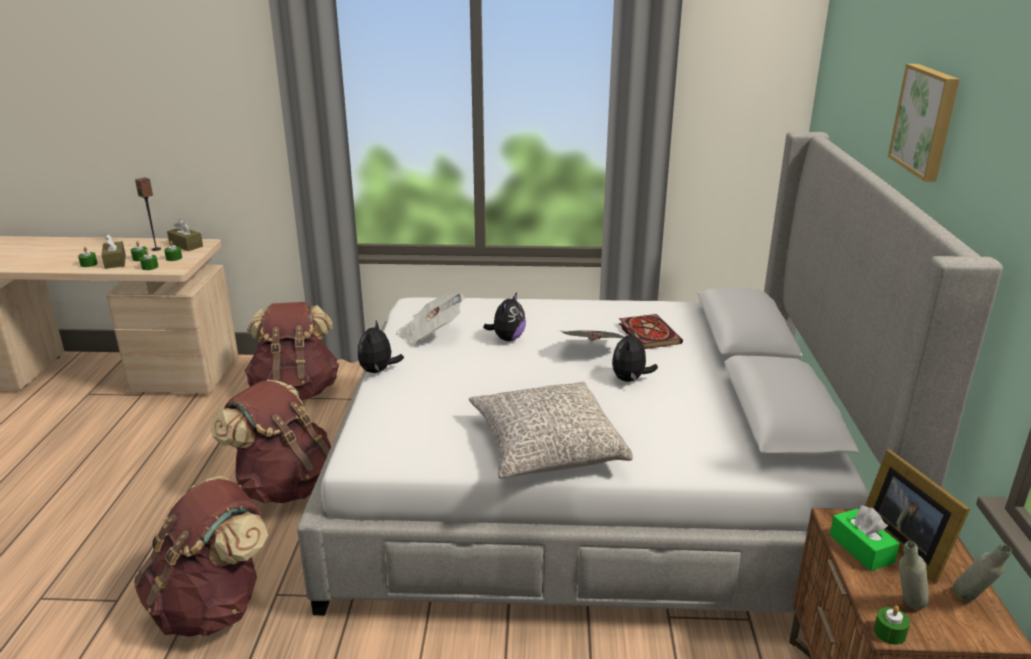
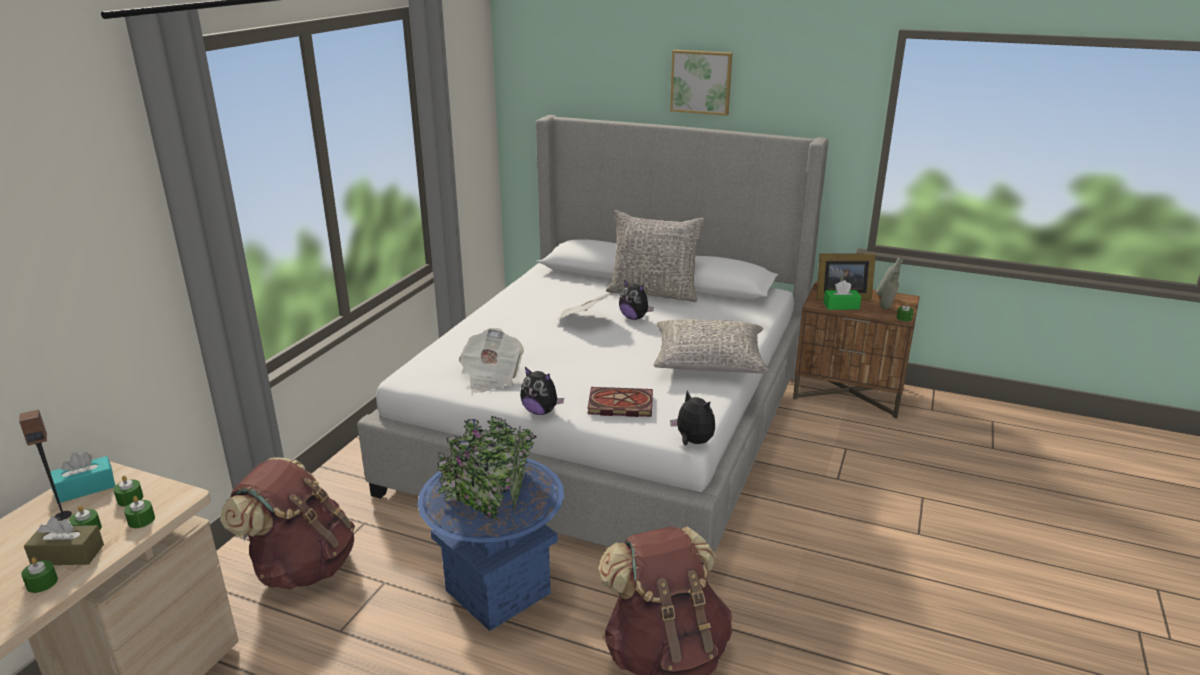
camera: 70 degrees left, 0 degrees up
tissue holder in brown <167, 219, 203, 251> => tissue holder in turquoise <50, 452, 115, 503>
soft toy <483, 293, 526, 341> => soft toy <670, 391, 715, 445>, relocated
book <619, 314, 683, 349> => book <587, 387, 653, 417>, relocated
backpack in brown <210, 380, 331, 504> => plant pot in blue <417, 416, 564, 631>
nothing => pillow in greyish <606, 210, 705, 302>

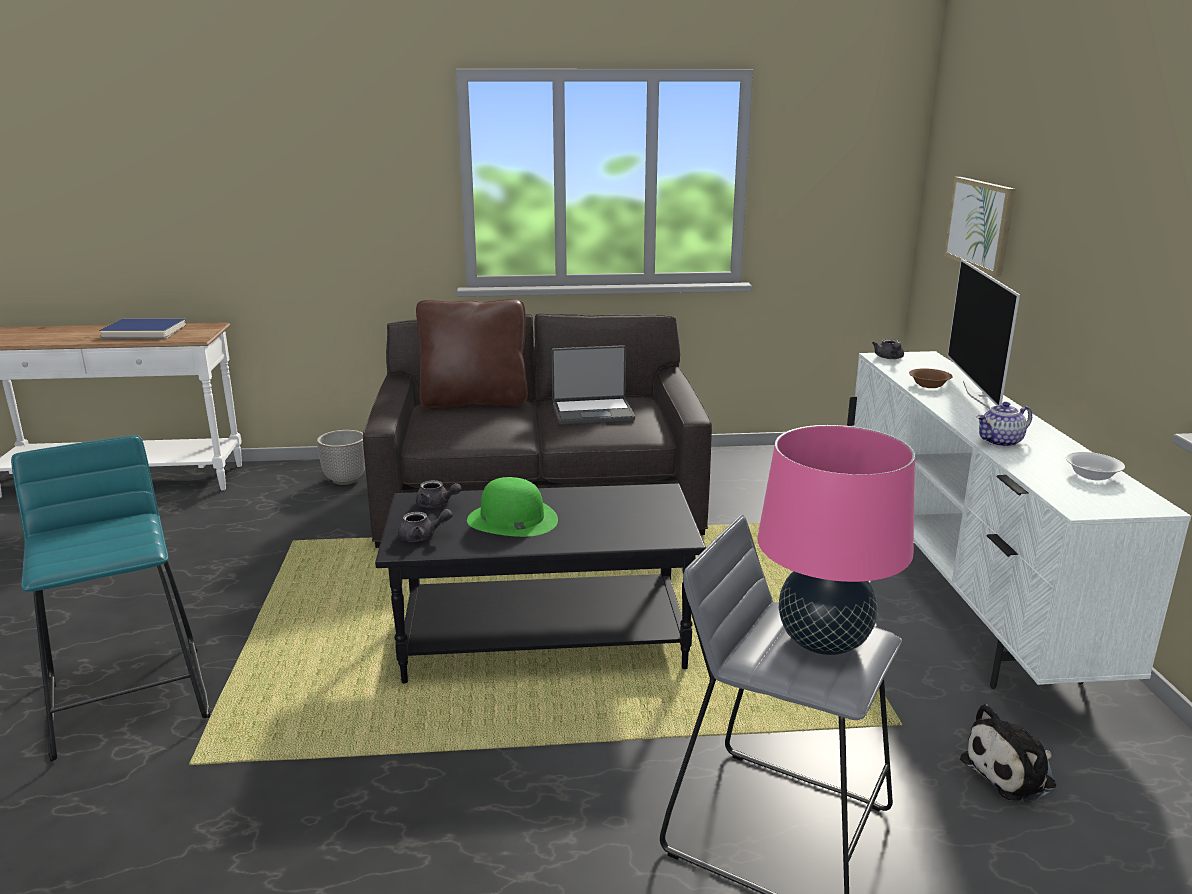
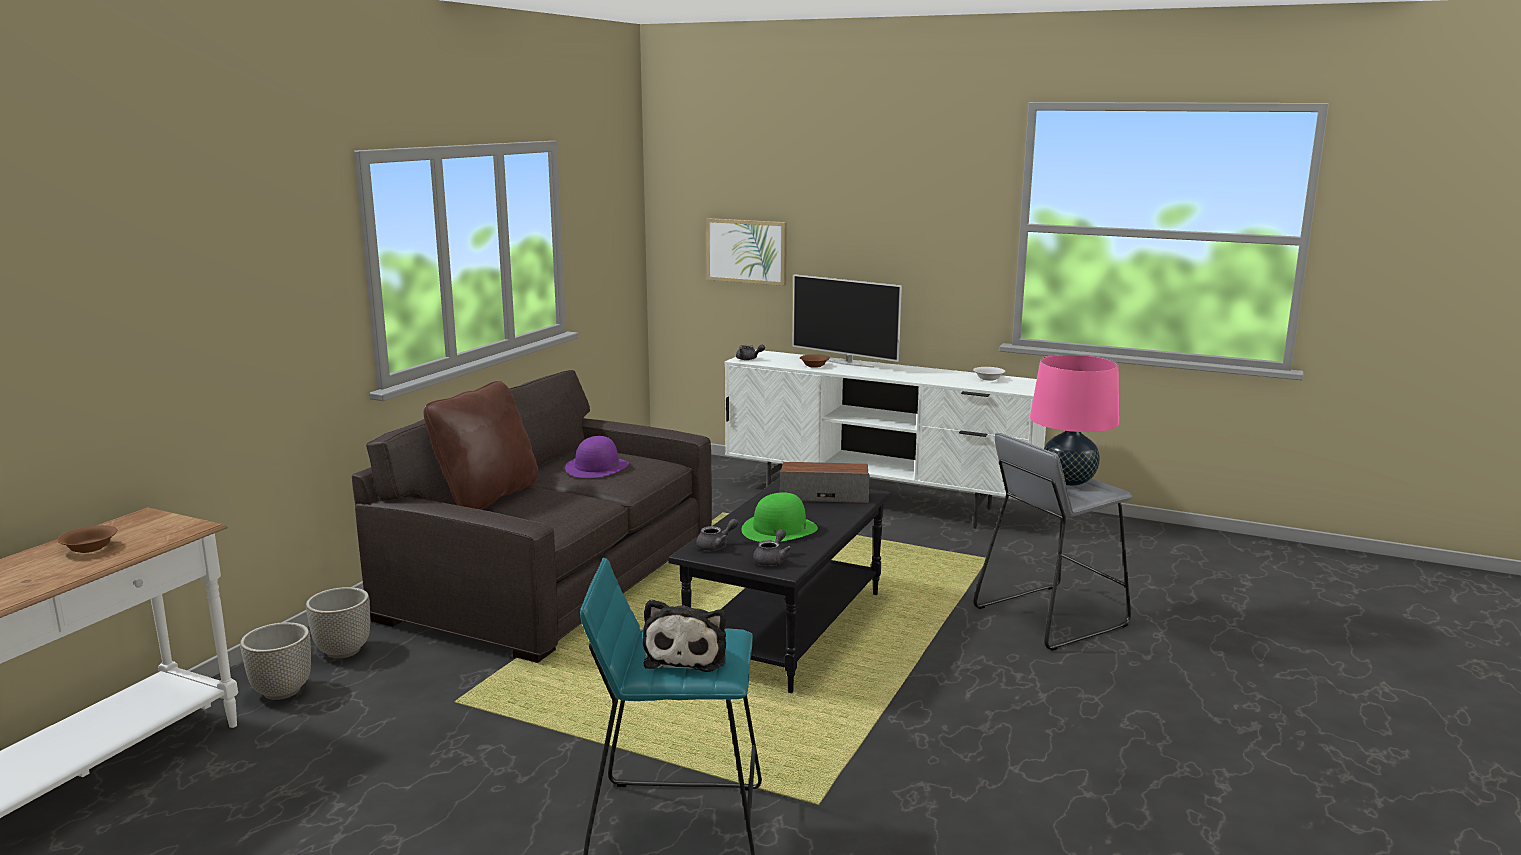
camera: 60 degrees left, 5 degrees down
book in blue <99, 318, 186, 339> => bowl in brown <57, 525, 117, 553>
laptop <552, 345, 635, 424> => hat in purplish <565, 436, 629, 478>
tea pot <977, 402, 1032, 447> => nothing
soft toy <960, 704, 1056, 803> => soft toy <643, 599, 726, 672>, relocated
nothing => audio speaker <780, 462, 869, 503>
nothing => plant pot <240, 622, 311, 700>

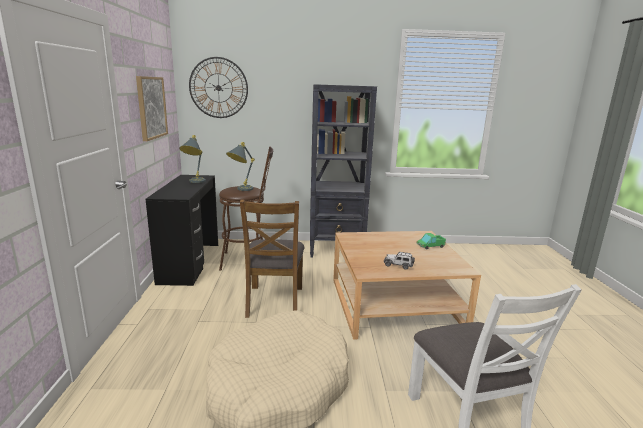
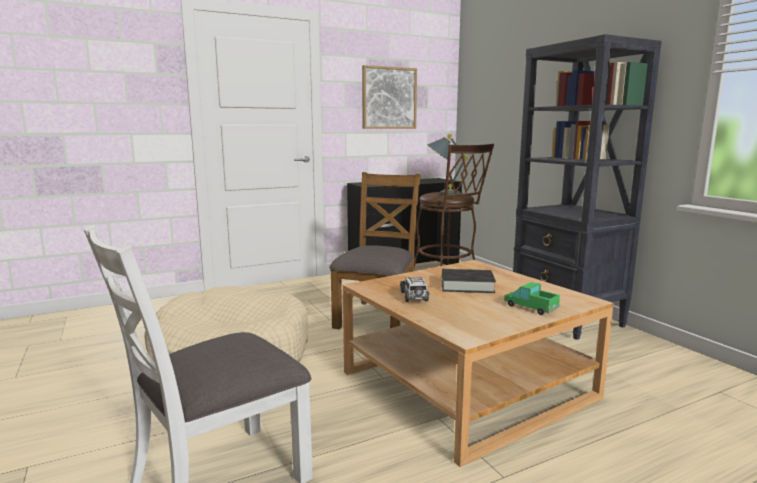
camera: 65 degrees right, 5 degrees down
hanging clock <189, 57, 248, 118> => nothing
lamp for a table in greyish <179, 135, 206, 183> => nothing
upright chair in brown <240, 200, 305, 318> => upright chair in brown <329, 172, 420, 329>, 135 degrees clockwise
nothing => book in blackish <442, 269, 496, 293>

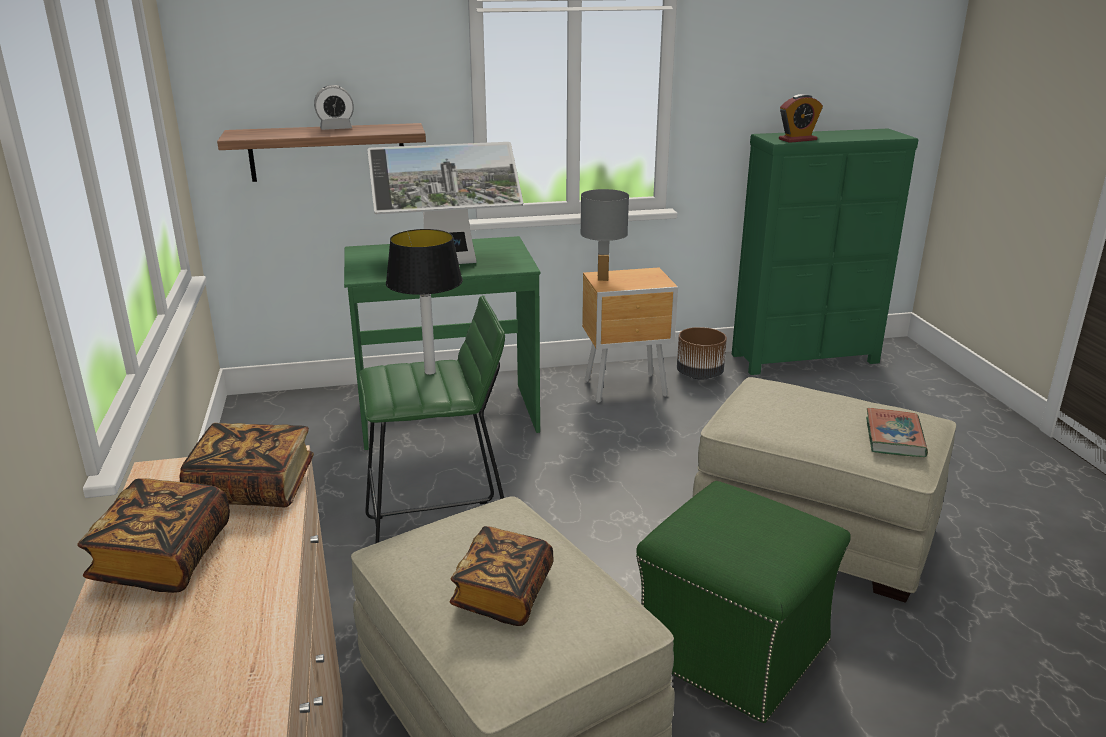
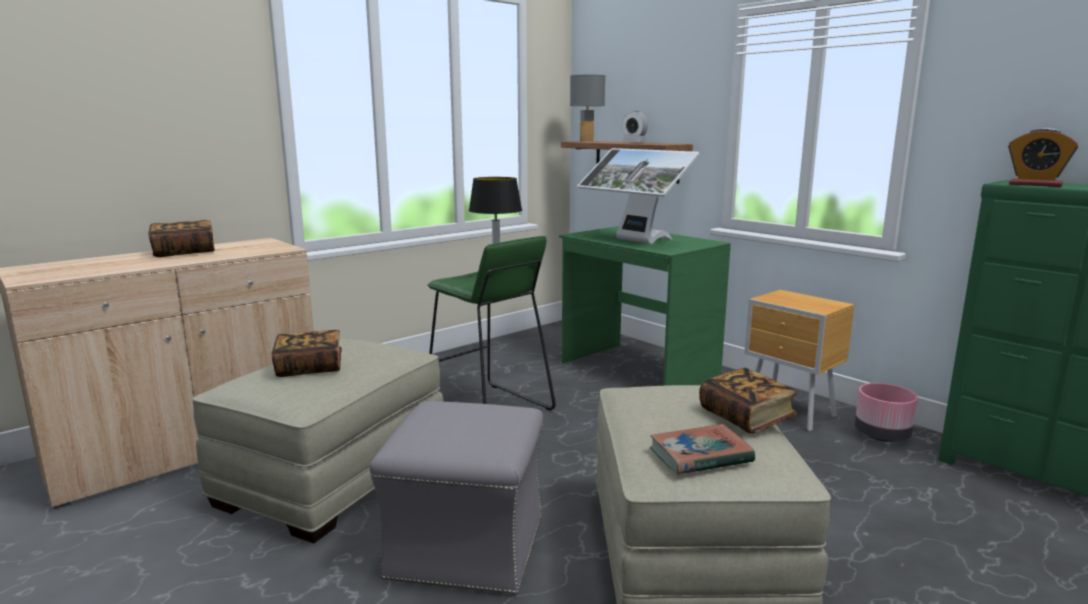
camera: 60 degrees right, 10 degrees down
lamp for a table in greyish <580, 189, 629, 281> => lamp for a table in greyish <570, 74, 605, 142>, relocated
plant pot in brown <677, 327, 727, 380> => plant pot in pinkish <854, 383, 918, 442>
book <179, 423, 314, 508> => book <699, 368, 797, 434>, relocated
ottoman in green <636, 481, 851, 723> => ottoman in greyish <369, 401, 543, 594>

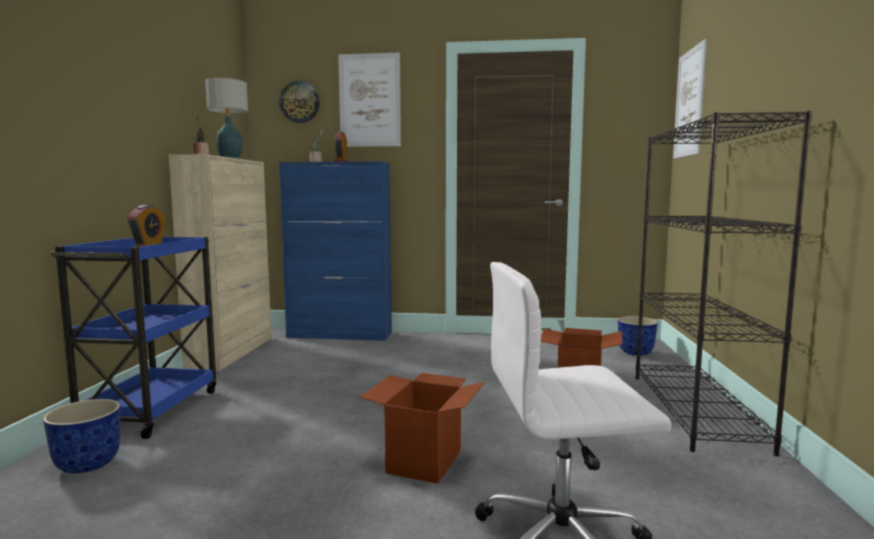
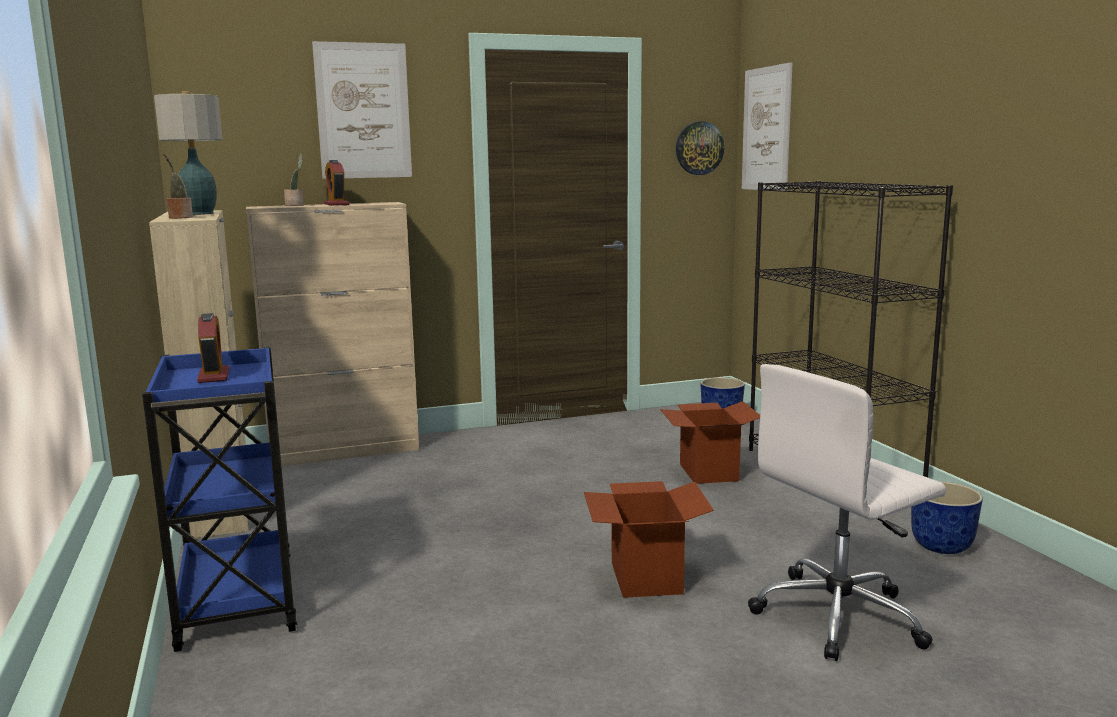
camera: 25 degrees left, 5 degrees up
hanging clock <279, 81, 320, 123> => hanging clock <676, 122, 724, 175>, relocated
cabinet in blue <279, 162, 392, 341> => cabinet in sand-coloured <246, 202, 419, 466>
plant pot <43, 399, 120, 474> => plant pot <911, 481, 983, 554>, relocated

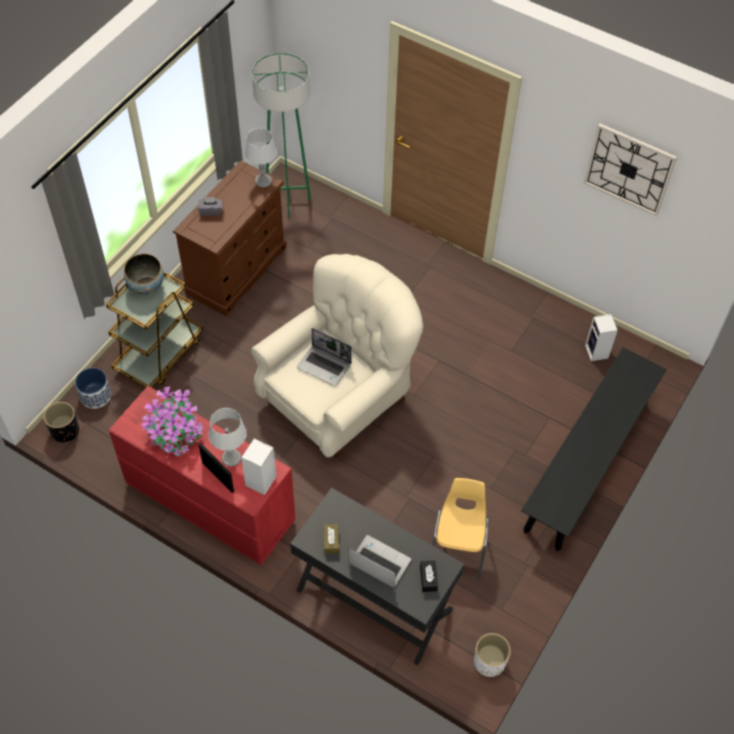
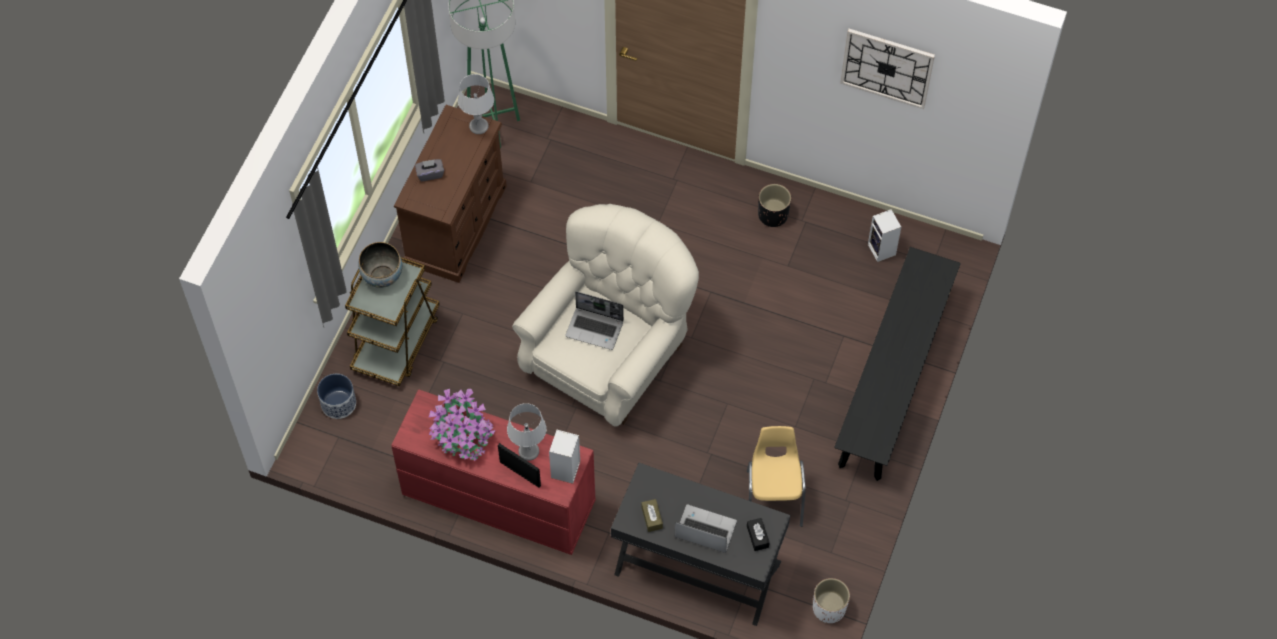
camera: 10 degrees left, 5 degrees up
plant pot in blackish <43, 402, 79, 443> => plant pot in blackish <758, 184, 791, 227>, relocated

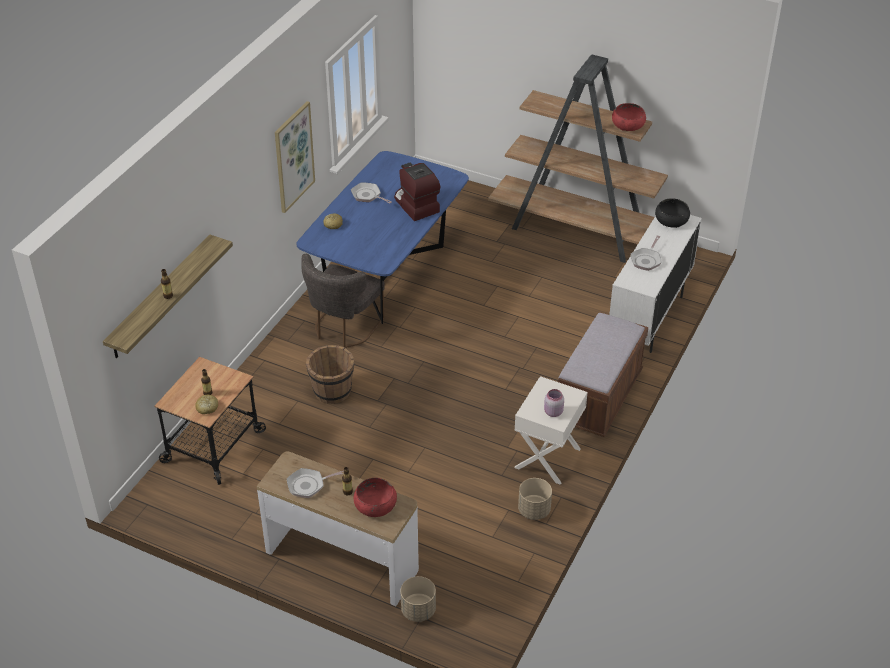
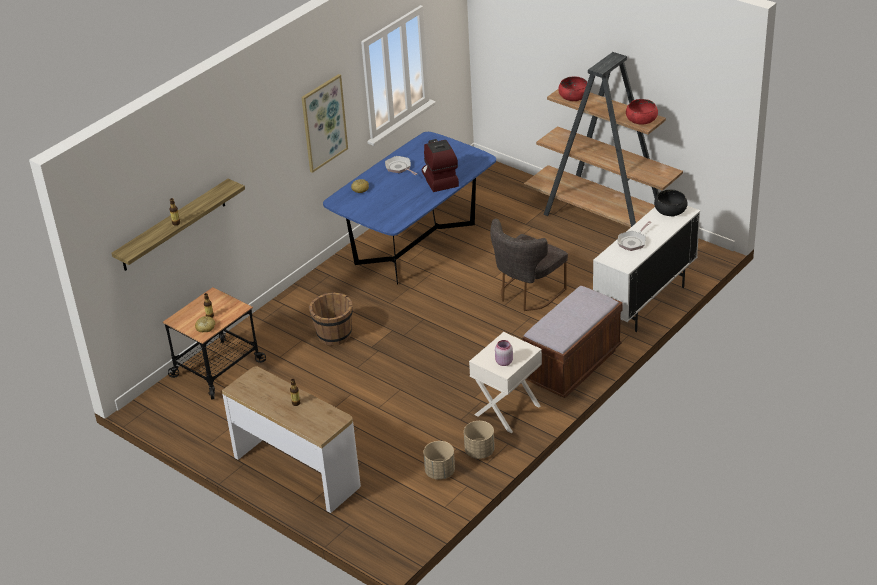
camera: 15 degrees right, 5 degrees down
upright chair in greyish <301, 254, 385, 348> => upright chair in greyish <490, 219, 568, 311>, relocated
skillet <287, 468, 344, 498> => nothing
bowl in red-coloured <353, 478, 397, 517> => bowl in red-coloured <558, 77, 587, 101>, relocated
plant pot in sand-coloured <400, 576, 436, 622> => plant pot in sand-coloured <423, 441, 455, 480>, relocated

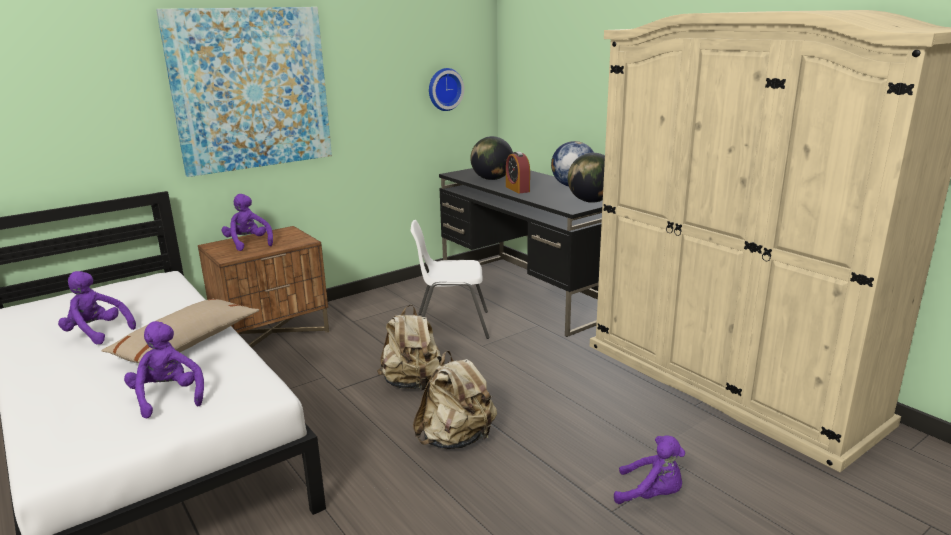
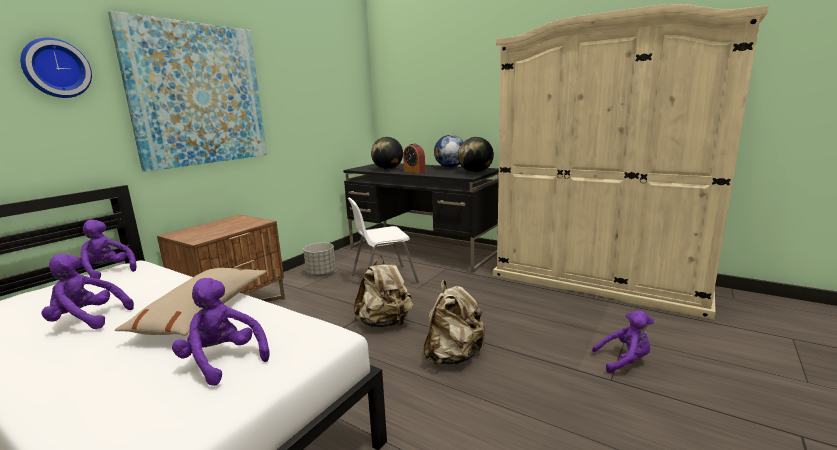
camera: 20 degrees left, 5 degrees down
hanging clock <429, 68, 464, 111> => hanging clock <20, 38, 92, 98>, relocated
soft toy in purplish <222, 194, 273, 251> => soft toy in purplish <77, 220, 137, 279>, relocated
nothing => plant pot in greyish <303, 243, 336, 276>

